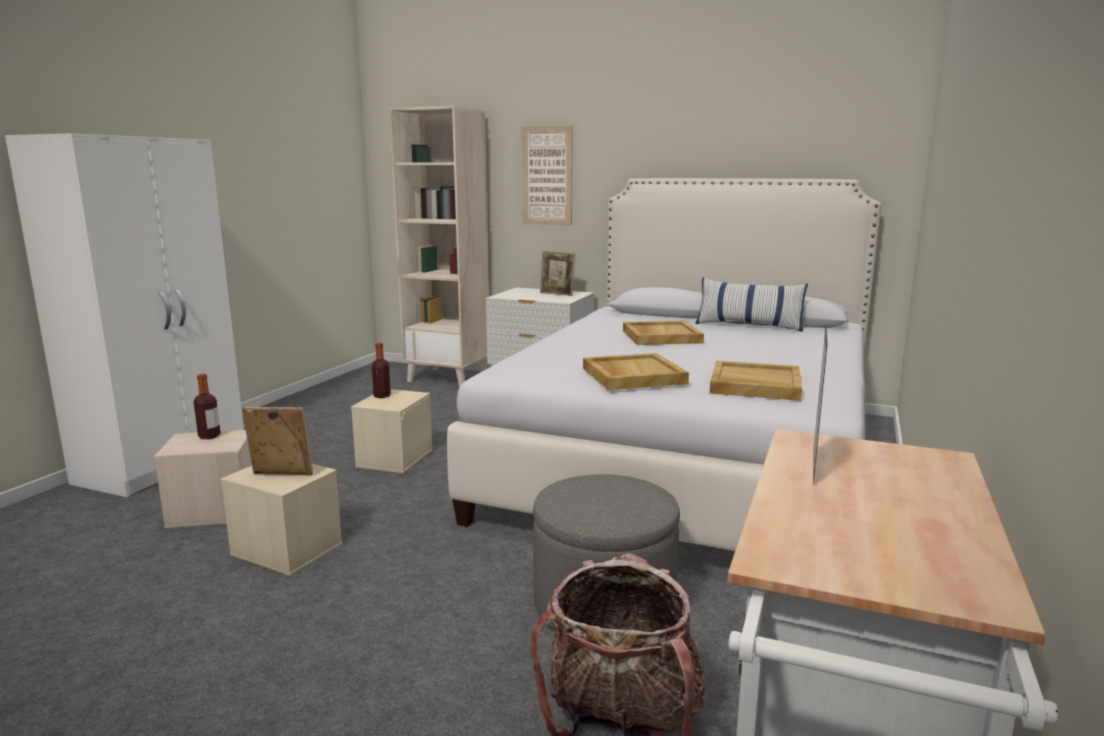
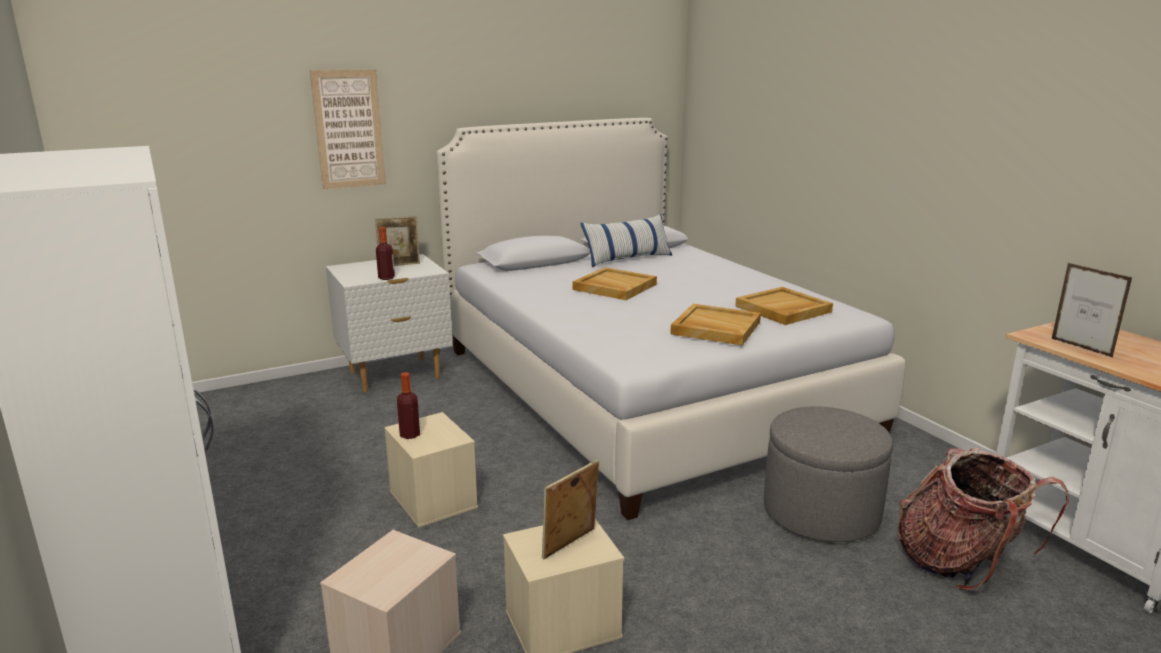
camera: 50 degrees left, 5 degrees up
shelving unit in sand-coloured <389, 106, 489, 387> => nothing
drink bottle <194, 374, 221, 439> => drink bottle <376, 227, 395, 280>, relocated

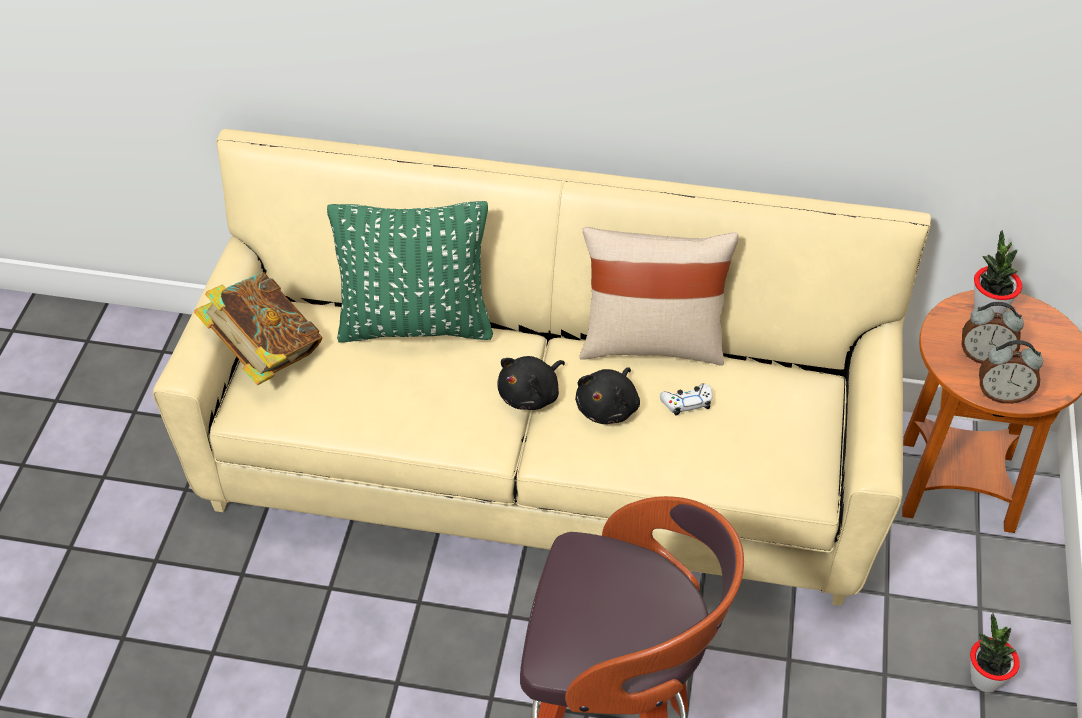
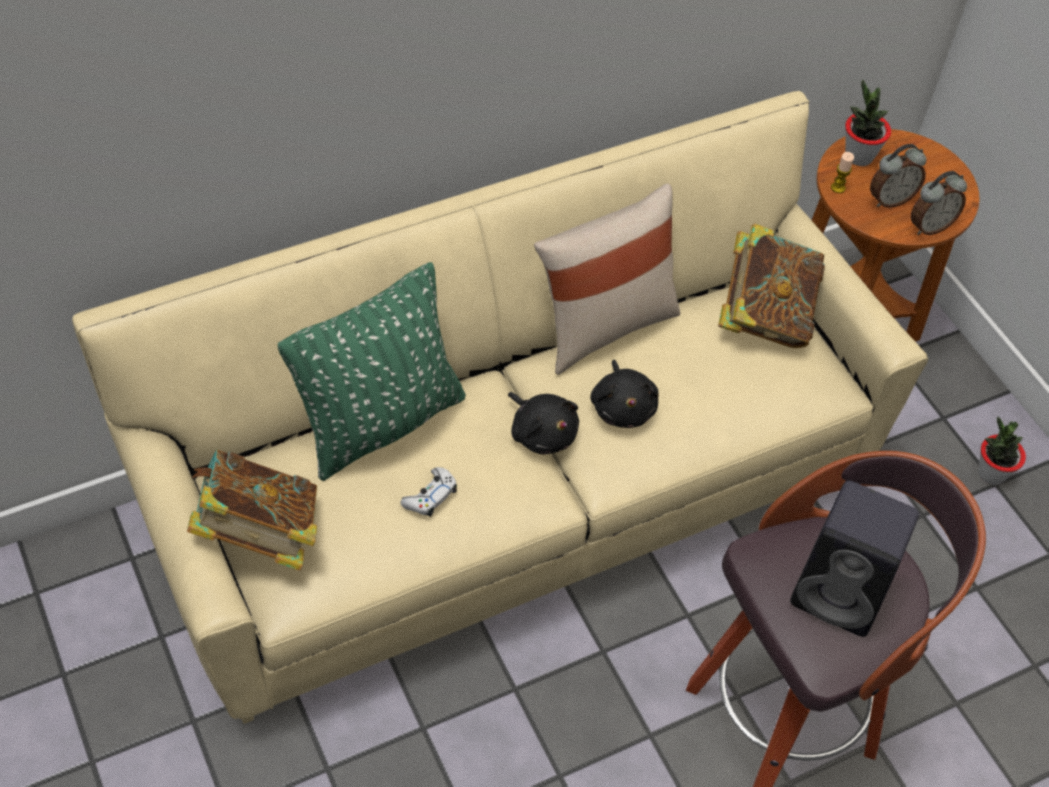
camera: 40 degrees left, 5 degrees up
soft toy in blackish <497, 356, 565, 410> => soft toy in blackish <508, 392, 579, 455>, 45 degrees counterclockwise
gamepad in whitish <660, 383, 713, 416> => gamepad in whitish <401, 467, 457, 517>, relocated
nothing => wax light <831, 152, 854, 193>
nothing => book <718, 224, 825, 348>
nothing => audio speaker in blackish <790, 481, 919, 637>

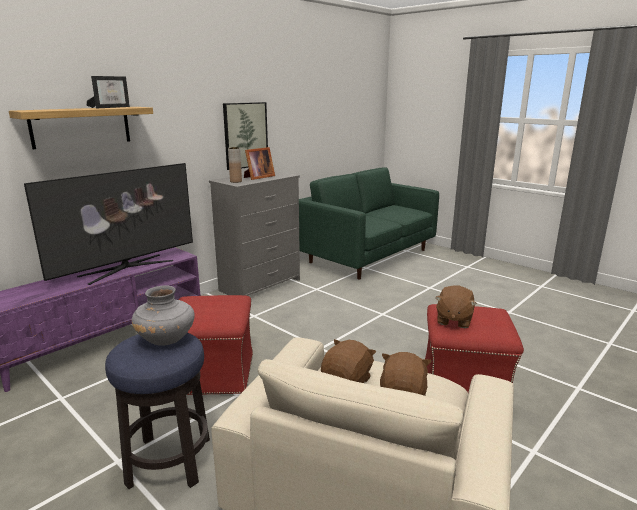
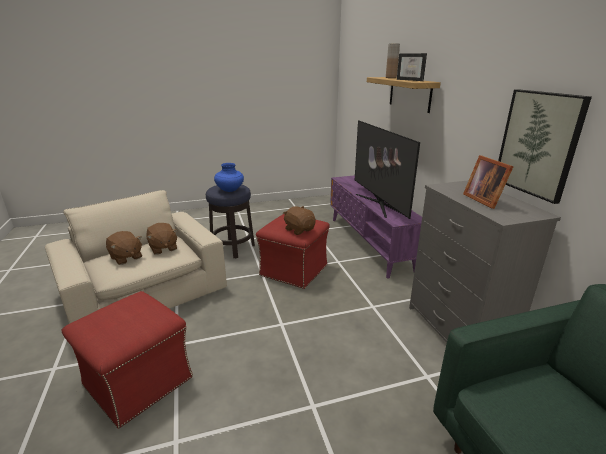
camera: 120 degrees right, 5 degrees up
flower vase in brown <228, 147, 242, 183> => flower vase in brown <386, 44, 400, 78>, relocated
flower vase in greyish <132, 285, 195, 346> => flower vase in blue <214, 163, 244, 192>
soft toy in brown <435, 285, 477, 328> => soft toy in brown <283, 206, 316, 235>, relocated

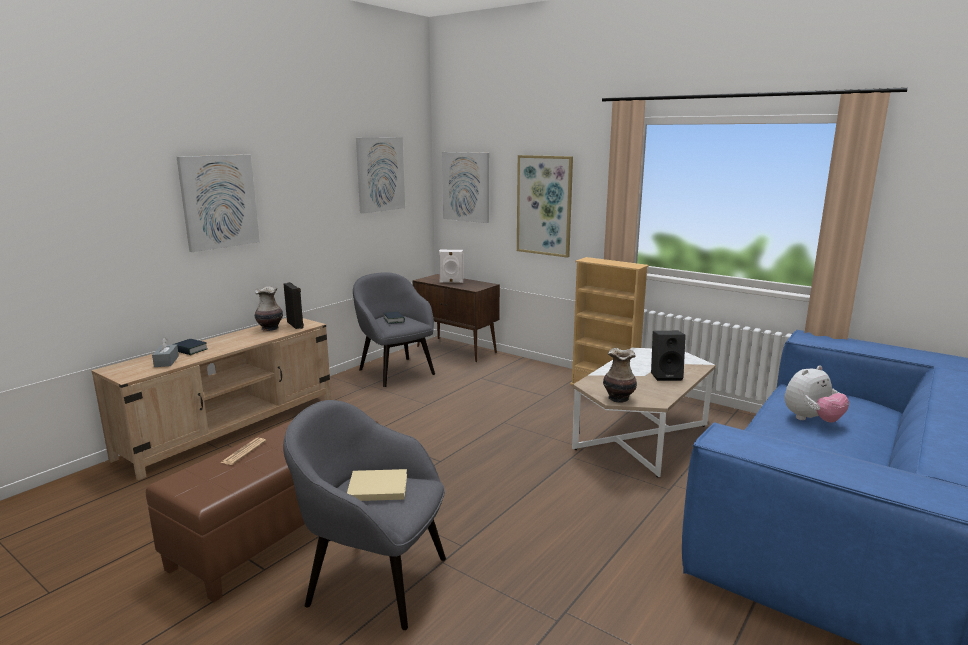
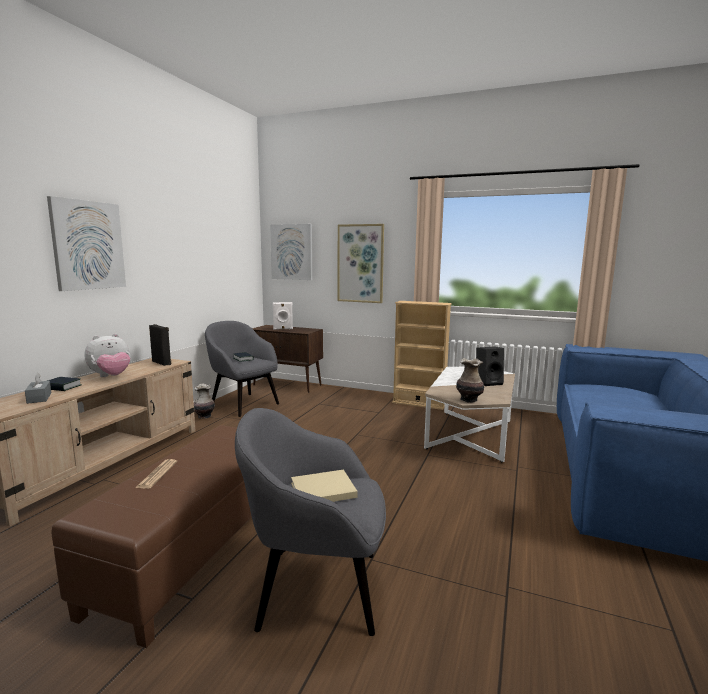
camera: 15 degrees left, 5 degrees down
wall picture <356, 137, 405, 214> => nothing
flower vase <255, 286, 283, 331> => flower vase <194, 383, 215, 419>, relocated
soft toy <784, 366, 849, 423> => soft toy <84, 333, 130, 377>, relocated

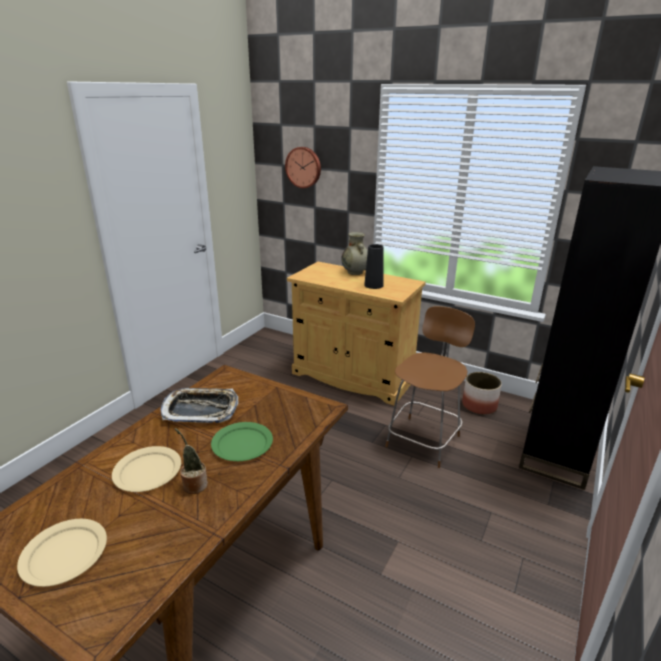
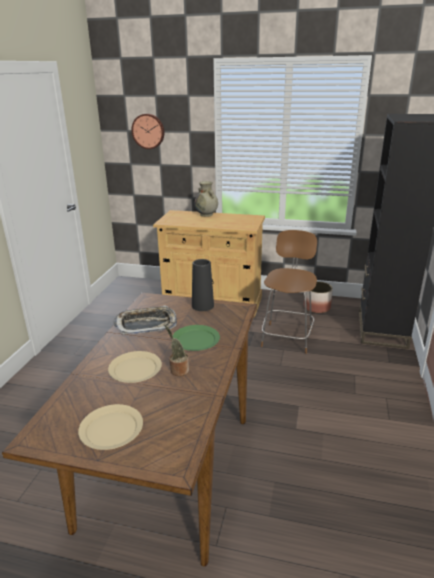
camera: 15 degrees left, 0 degrees up
flower vase in blackish <364, 244, 384, 289> => flower vase in blackish <192, 259, 214, 311>, relocated

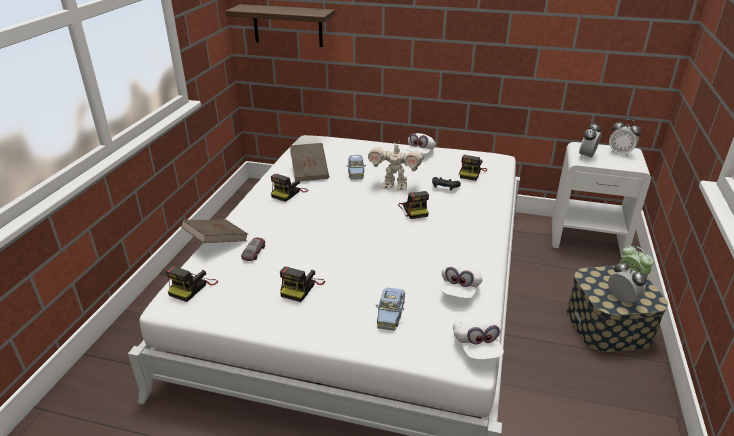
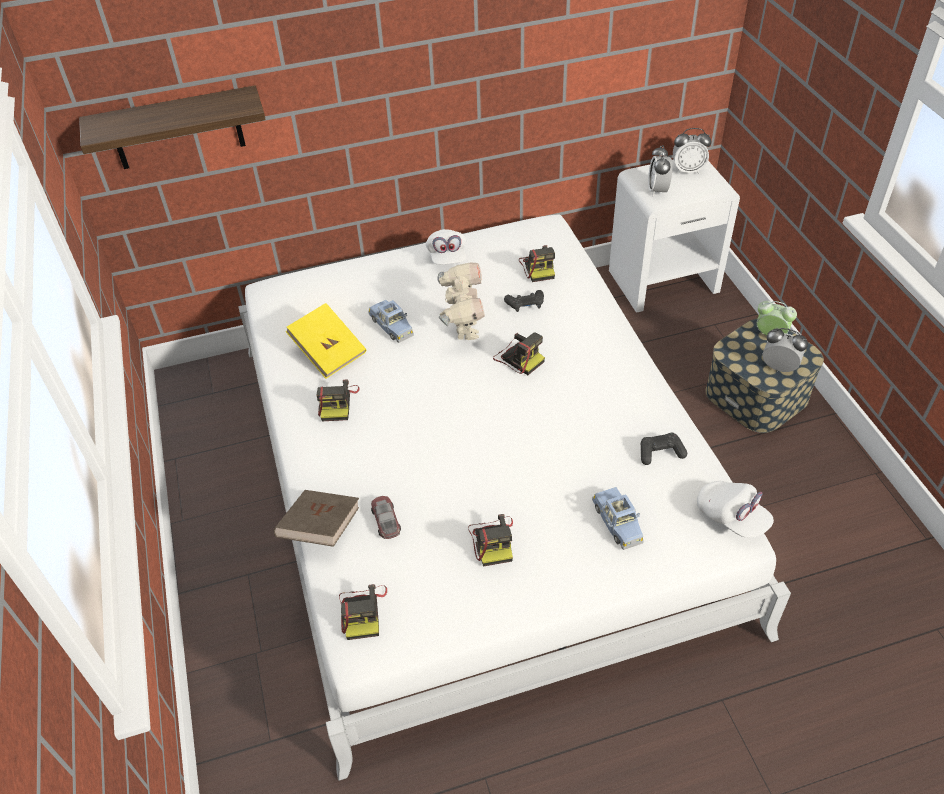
camera: 30 degrees left, 15 degrees up
model robot <368, 139, 424, 191> => model robot <437, 262, 485, 340>, 75 degrees counterclockwise
book in brown <290, 143, 329, 181> => book in yellow <286, 303, 366, 379>
cap in whitish <440, 263, 482, 298> => gamepad in blackish <641, 433, 687, 465>

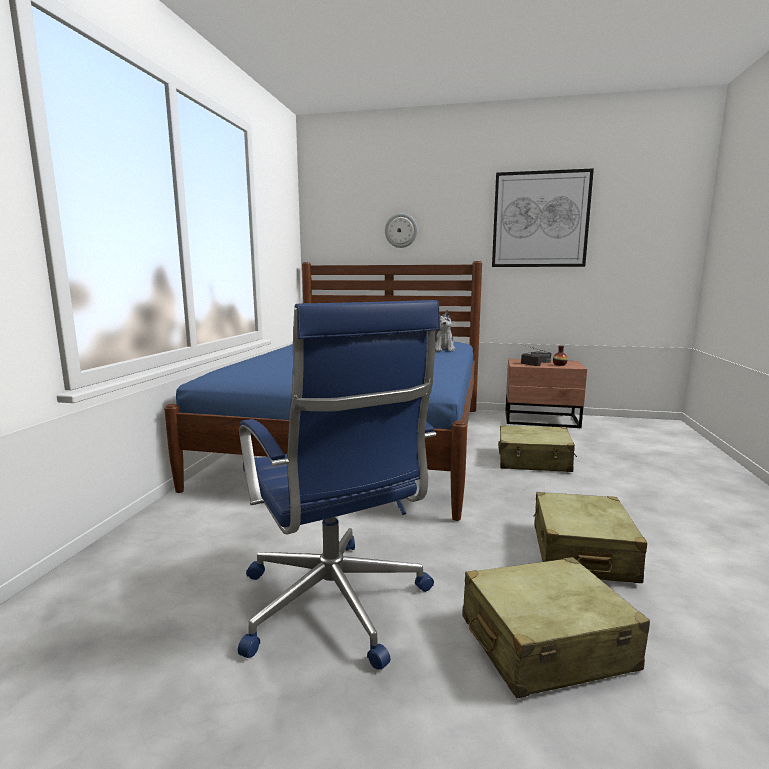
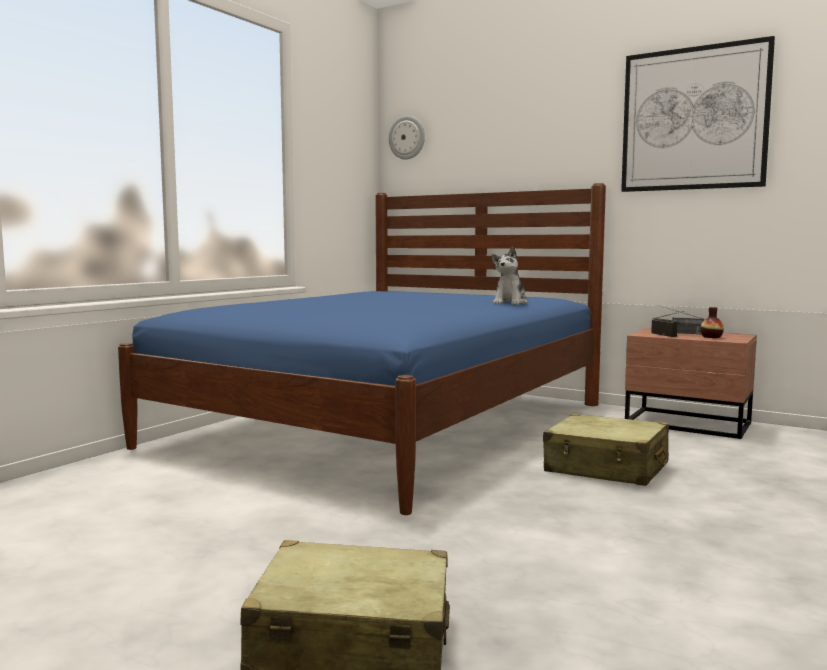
camera: 20 degrees right, 5 degrees down
hanging clock <385, 213, 418, 248> => hanging clock <389, 115, 425, 160>, relocated
office chair in blue <238, 300, 440, 670> => nothing
travel case in sand-coloured <533, 492, 647, 583> => nothing

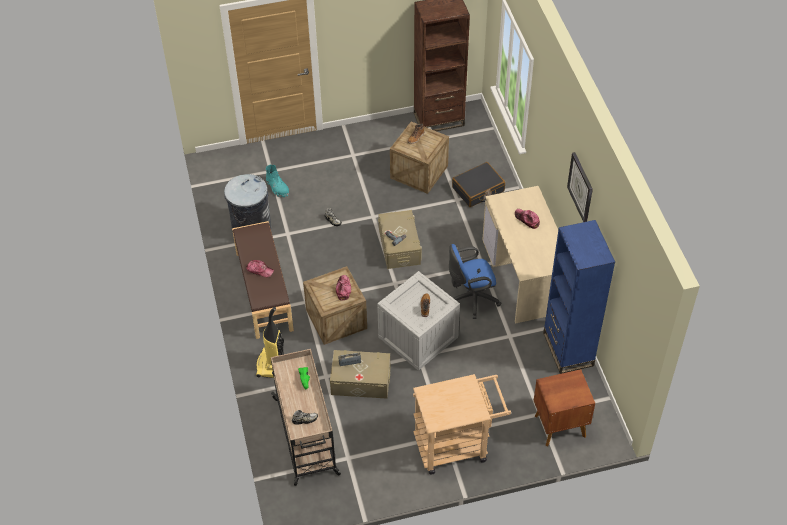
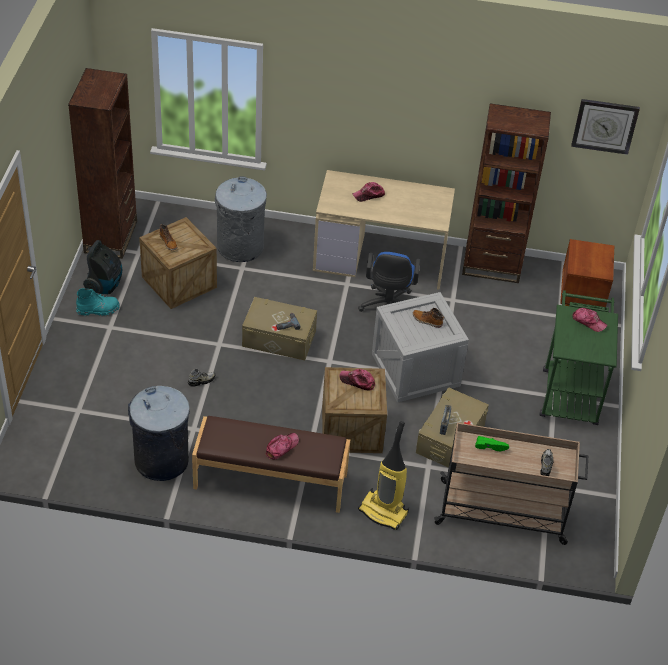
camera: 70 degrees left, 5 degrees down
hanging clock <567, 152, 593, 222> => hanging clock <571, 99, 640, 155>, relocated
travel case in blackish <452, 162, 505, 207> => rubbish bin in greyish <215, 176, 267, 262>
boot in turquoise <266, 164, 289, 198> => boot in turquoise <76, 288, 120, 316>, relocated
shelving unit in blue <543, 220, 615, 374> => shelving unit in brown <462, 103, 551, 283>
wheeled cart in sand-coloured <413, 374, 511, 475> => wheeled cart in green <539, 290, 618, 425>
nothing => vacuum cleaner <83, 240, 122, 294>
nothing => cap <572, 308, 607, 332>

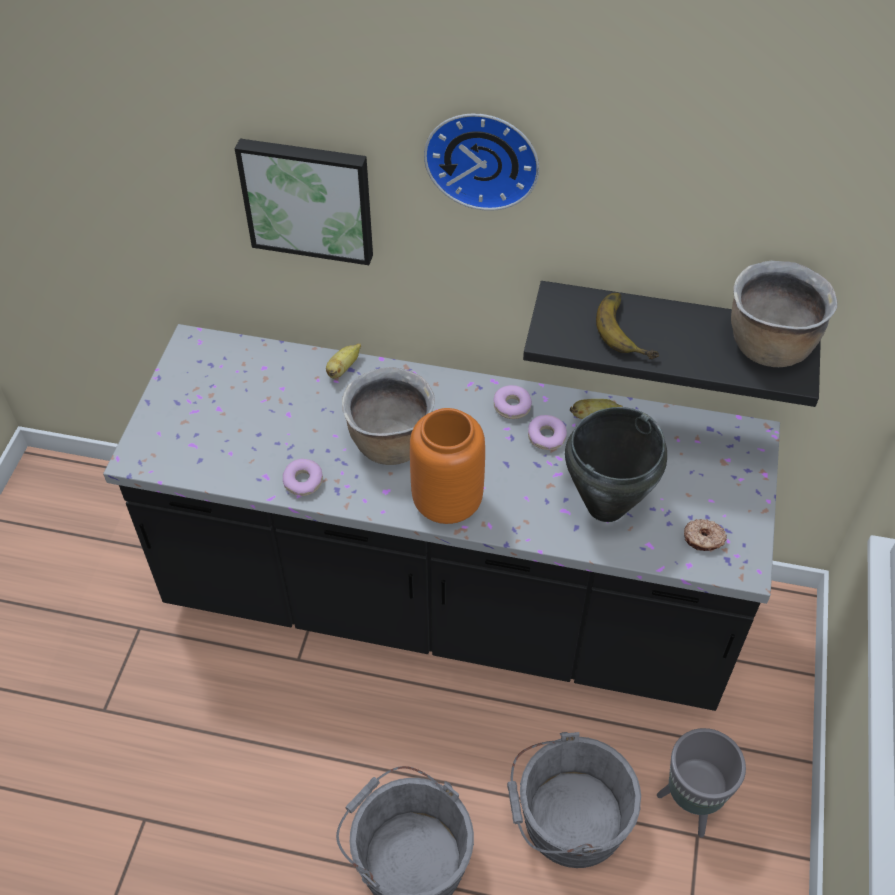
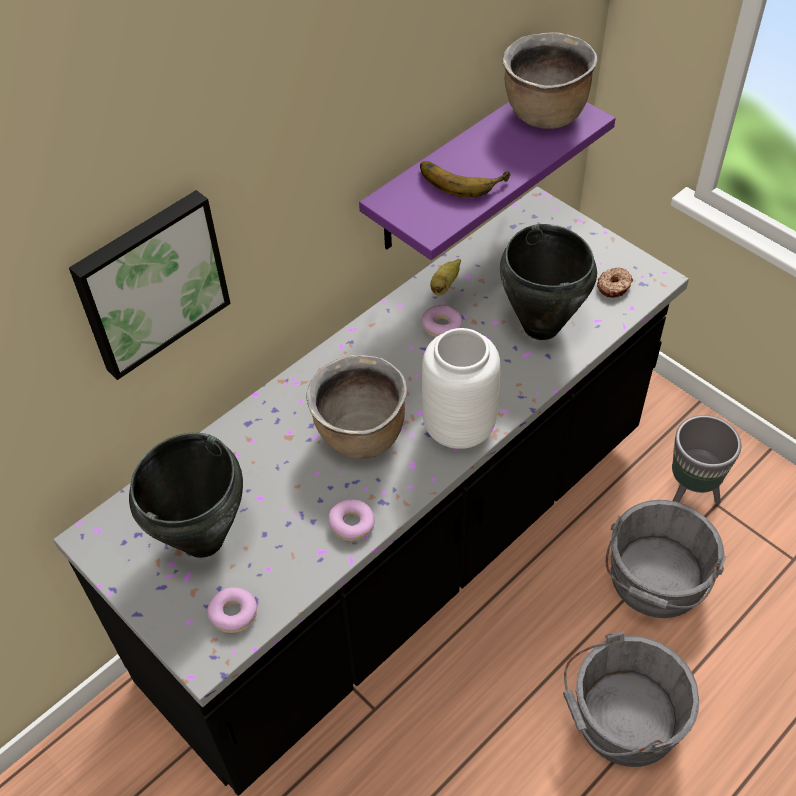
camera: 55 degrees left, 0 degrees up
hanging clock <424, 113, 539, 211> => nothing
bracket shelf in blackish <523, 281, 821, 407> => bracket shelf in purplish <359, 102, 616, 260>
banana <326, 343, 361, 379> => nothing
doughnut <493, 385, 532, 419> => doughnut <207, 587, 257, 633>, relocated
flower vase in orangey <410, 408, 485, 524> => flower vase in whitish <422, 328, 500, 449>
nothing => saucepot in blackish <129, 432, 243, 558>

